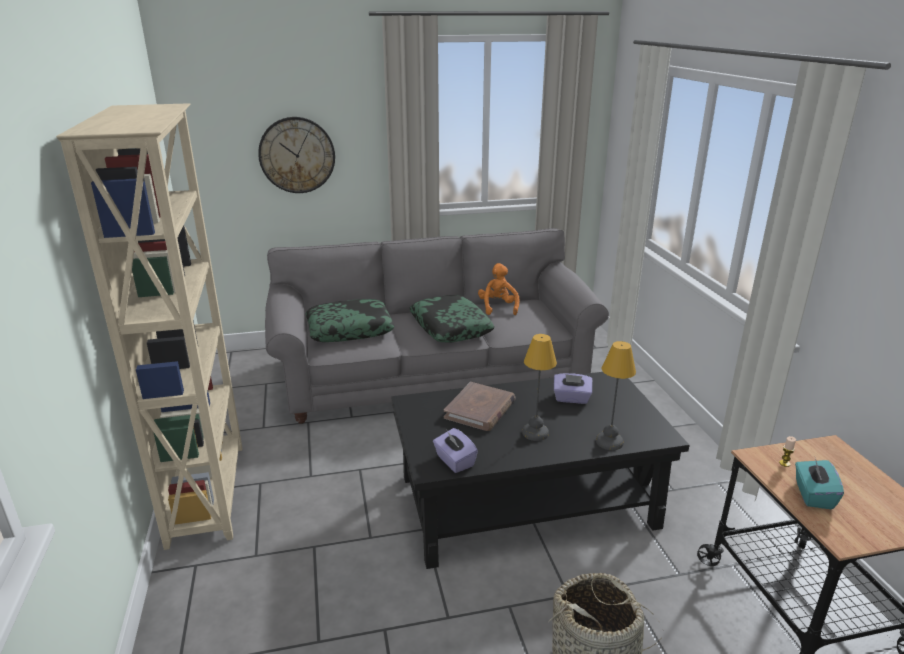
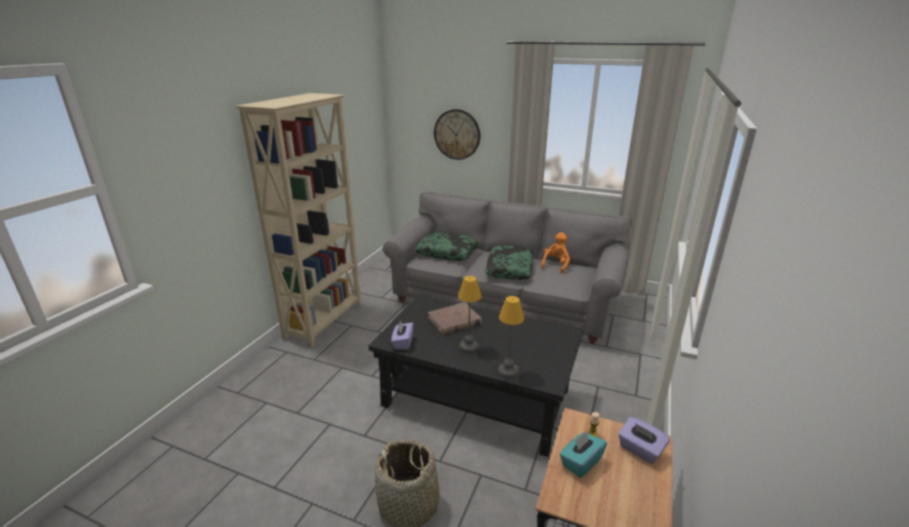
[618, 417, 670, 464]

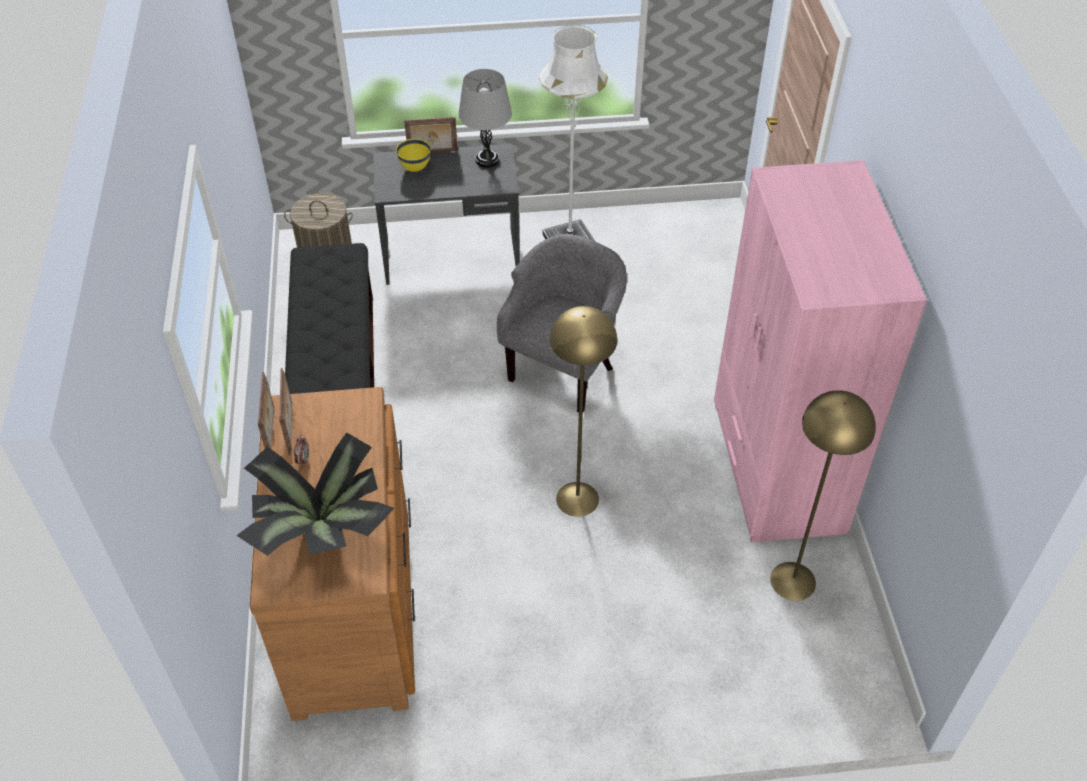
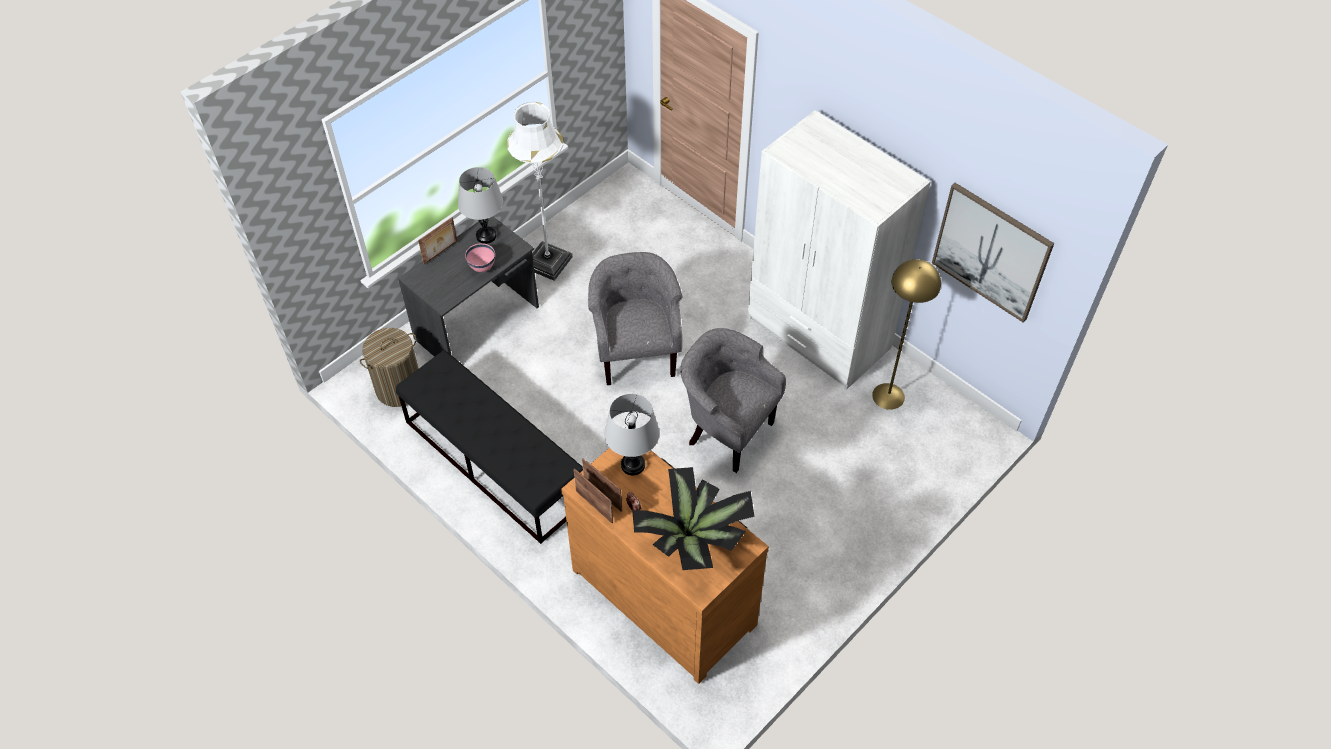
[396, 139, 431, 172] (first image)
[465, 243, 495, 272]
[604, 394, 659, 476]
[932, 183, 1054, 323]
[680, 328, 786, 473]
[748, 110, 931, 390]

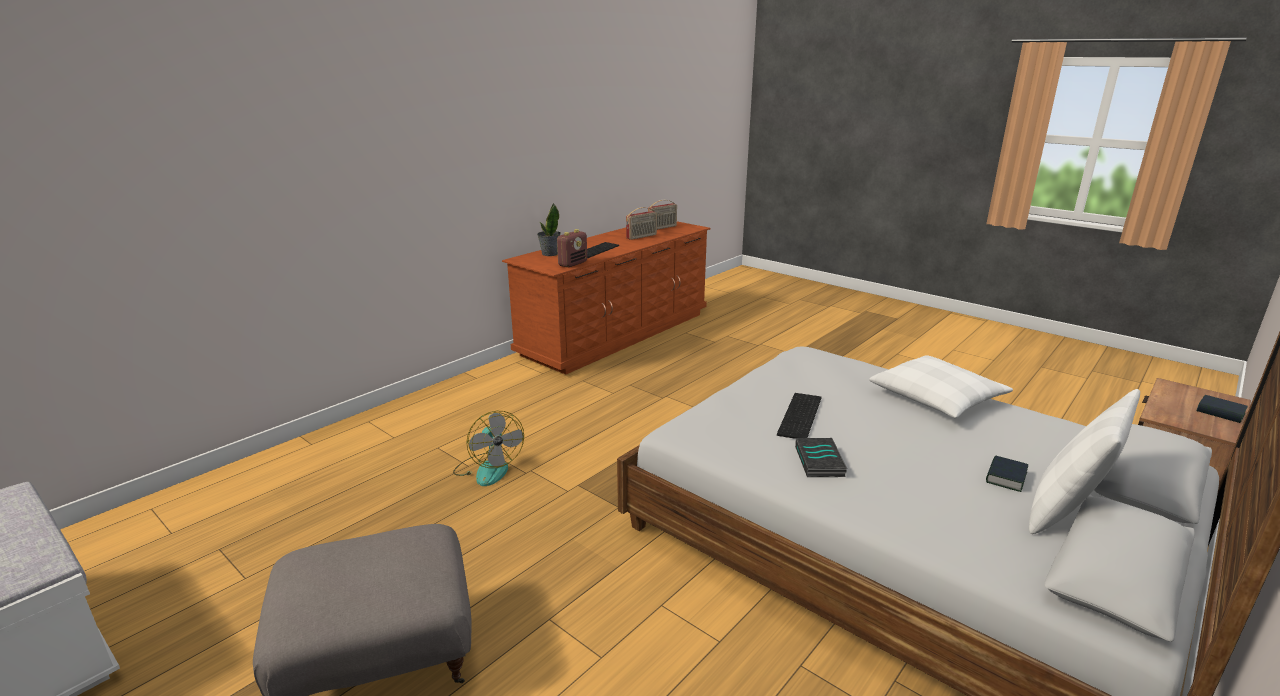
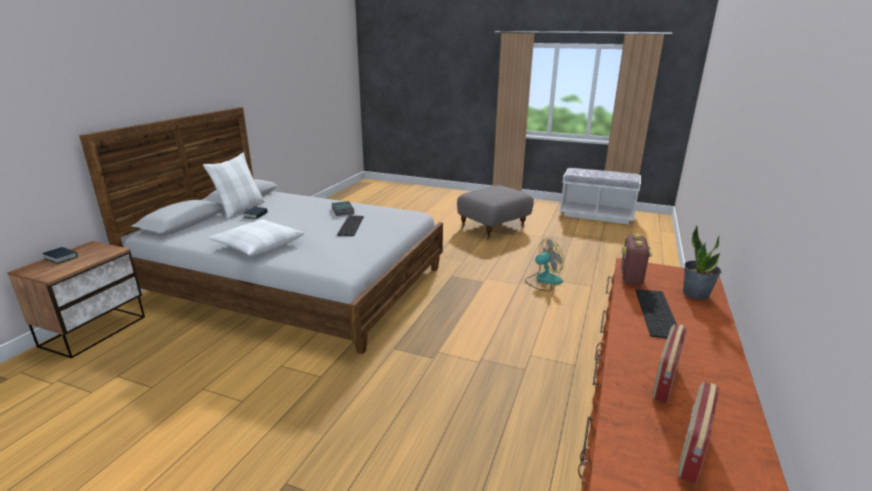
[525, 238, 564, 291]

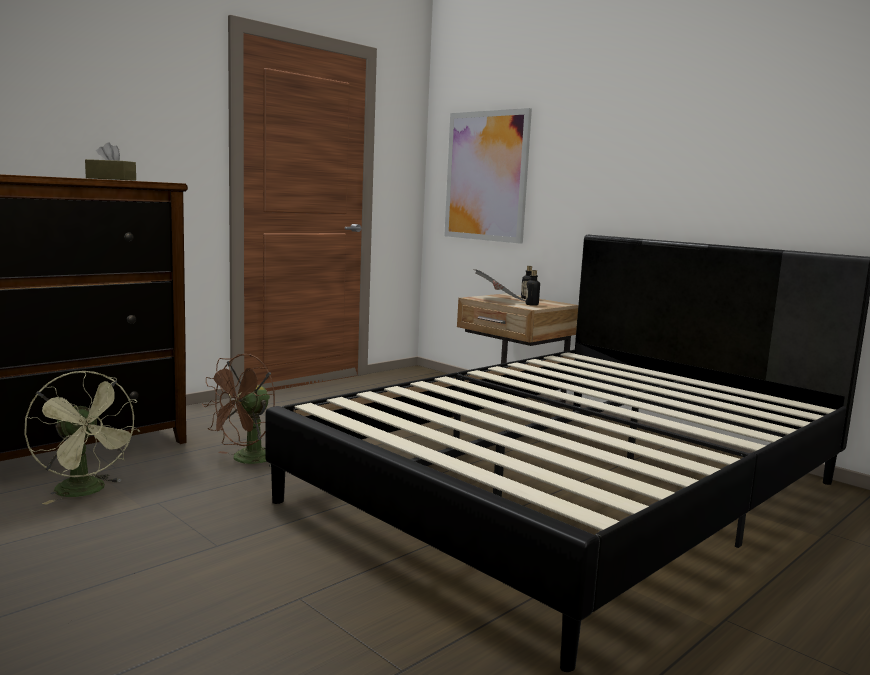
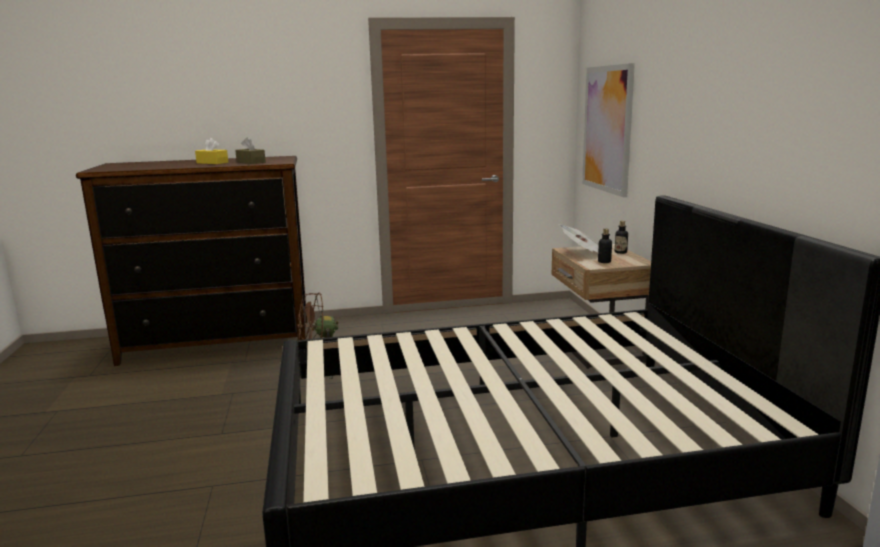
[24, 371, 140, 505] (first image)
[195, 138, 228, 164]

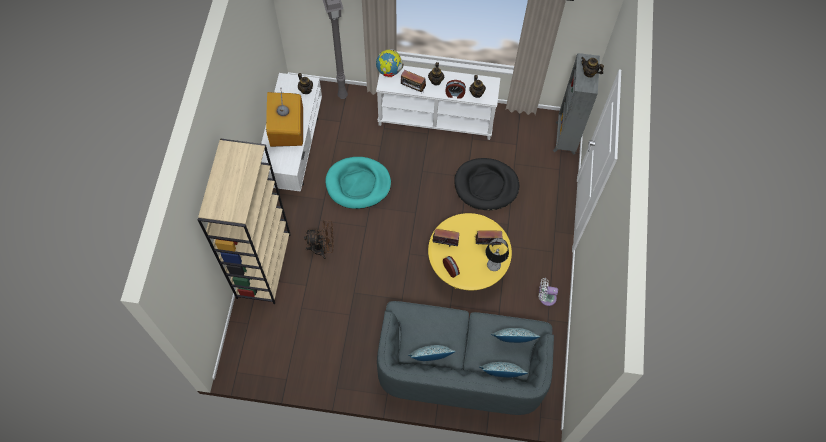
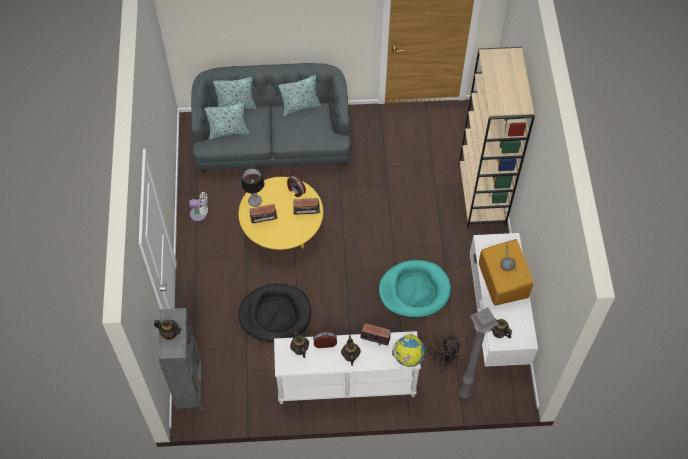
[426, 331, 461, 372]

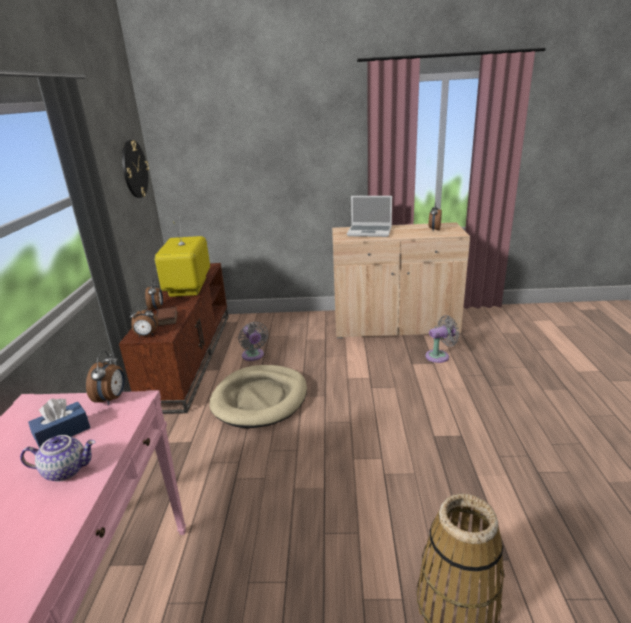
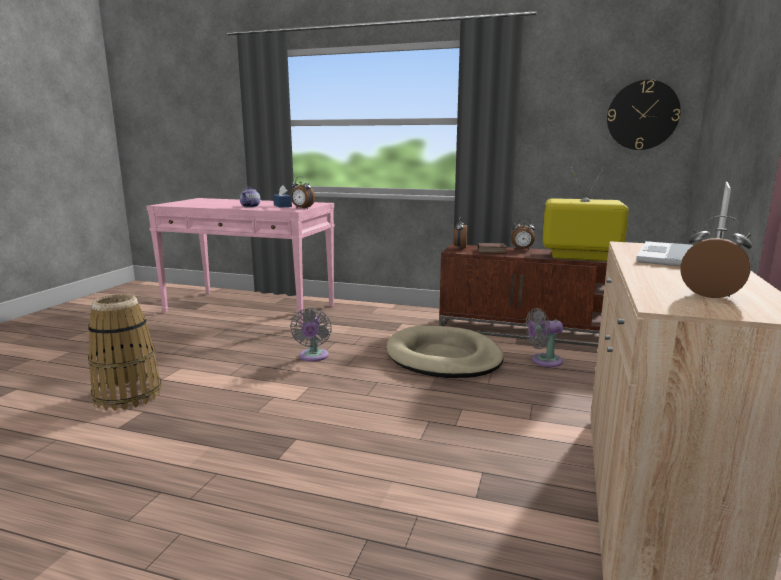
[290, 308, 332, 362]

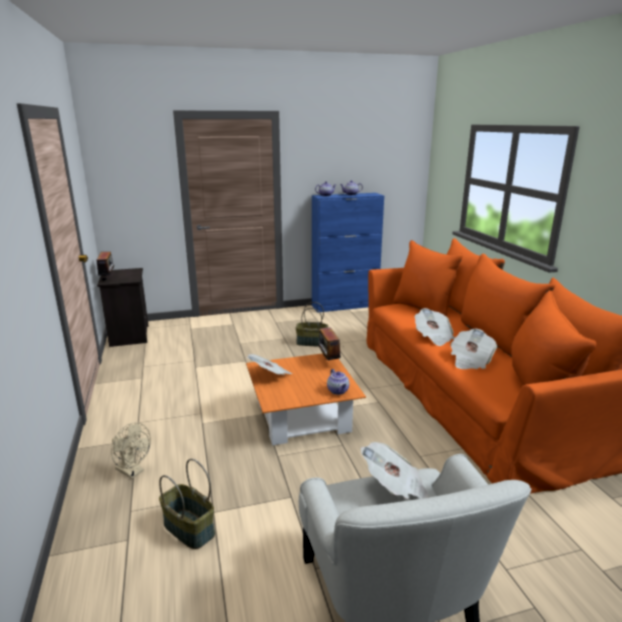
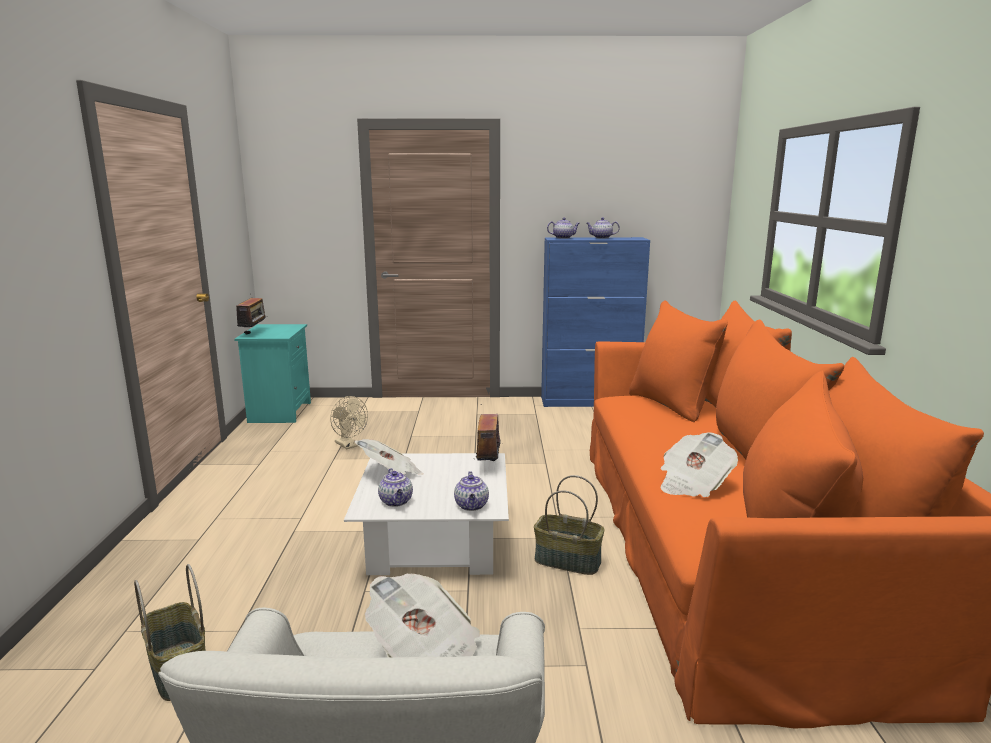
[415, 308, 455, 346] (first image)
[378, 468, 413, 507]
[330, 396, 368, 449]
[534, 475, 605, 575]
[234, 324, 311, 423]
[344, 453, 509, 575]

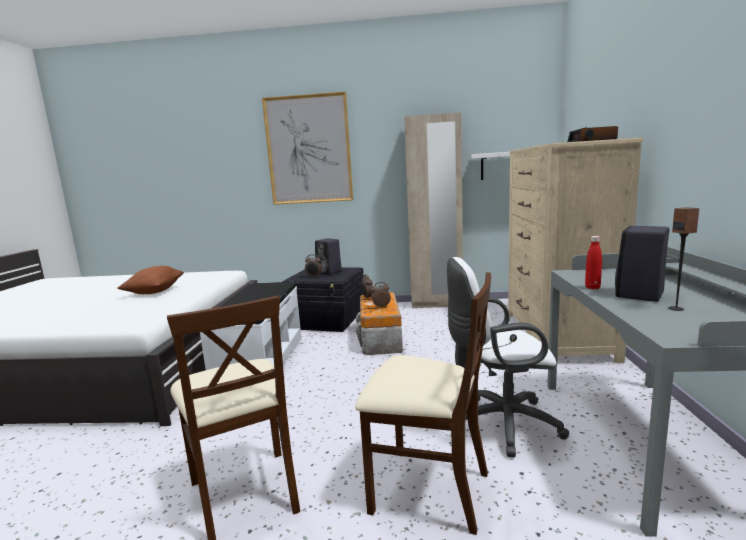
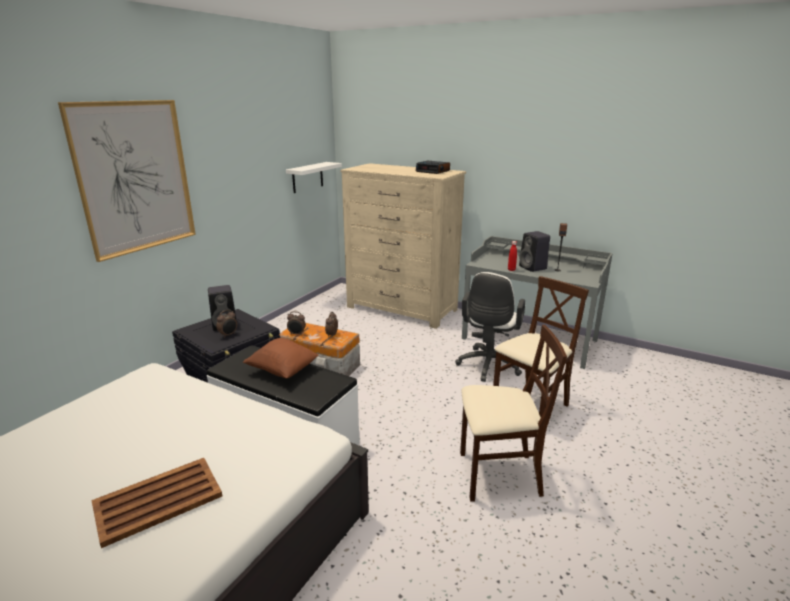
[404, 112, 463, 308] (first image)
[91, 458, 222, 548]
[243, 338, 318, 378]

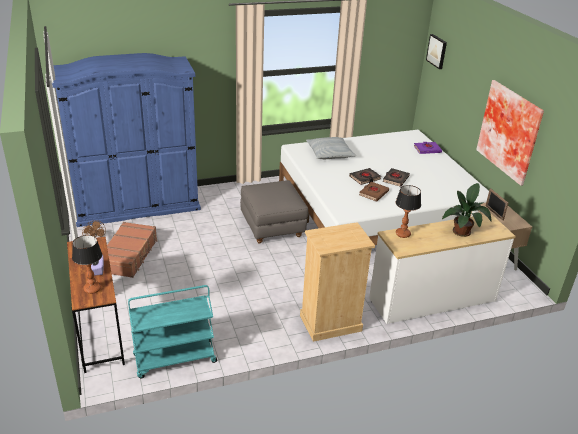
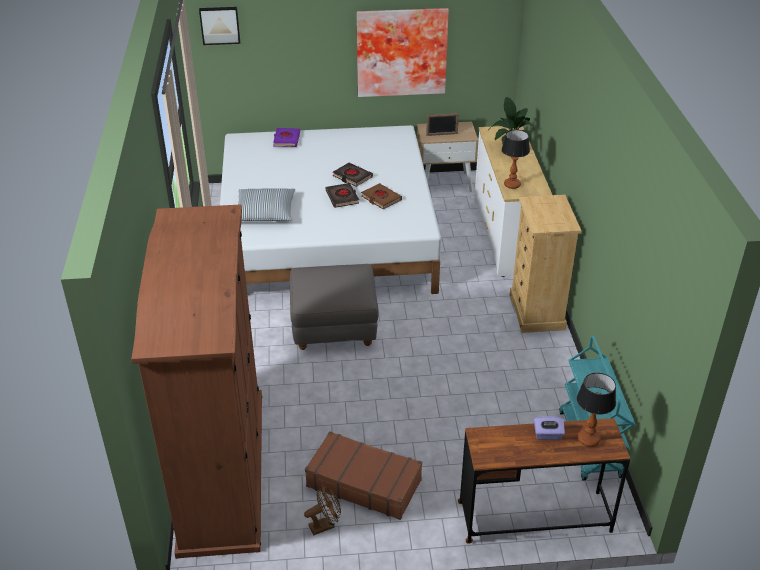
[131, 204, 262, 559]

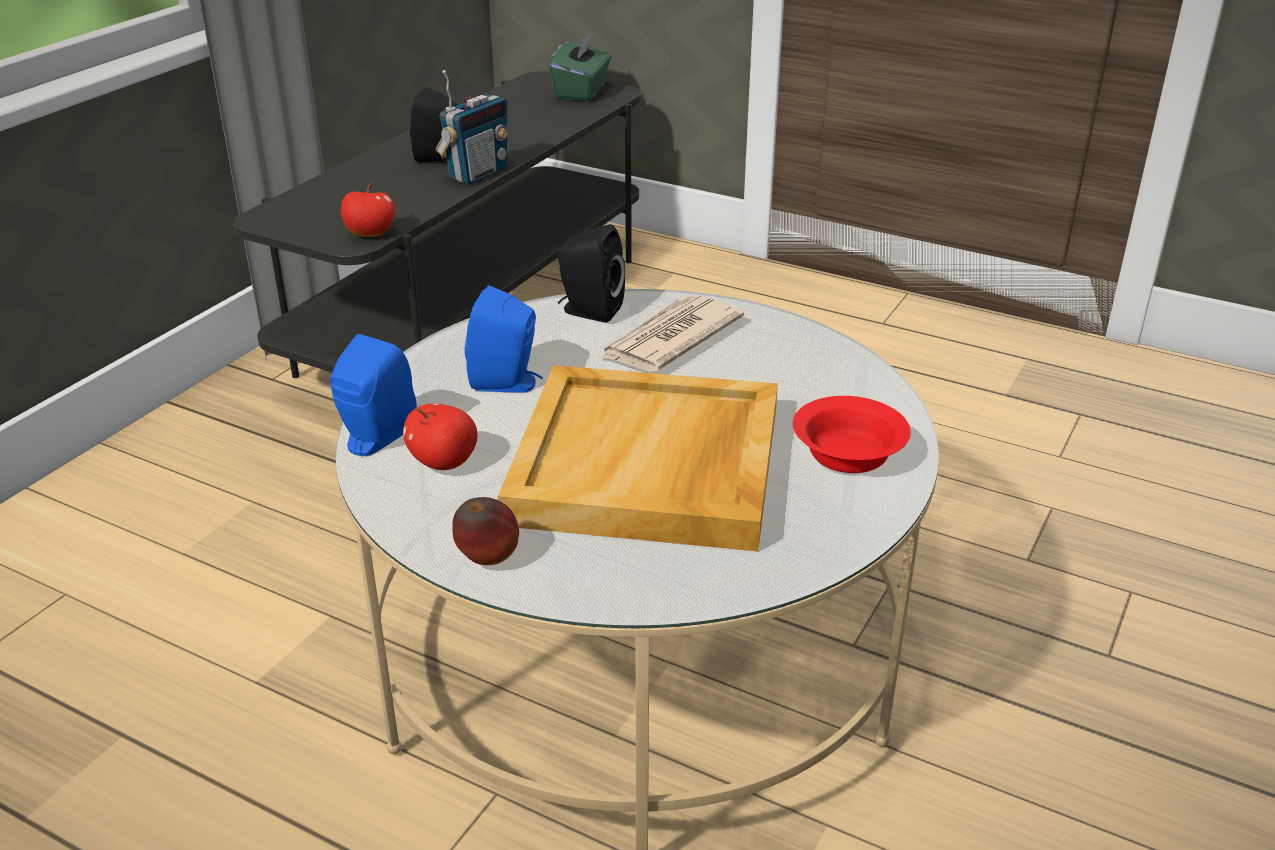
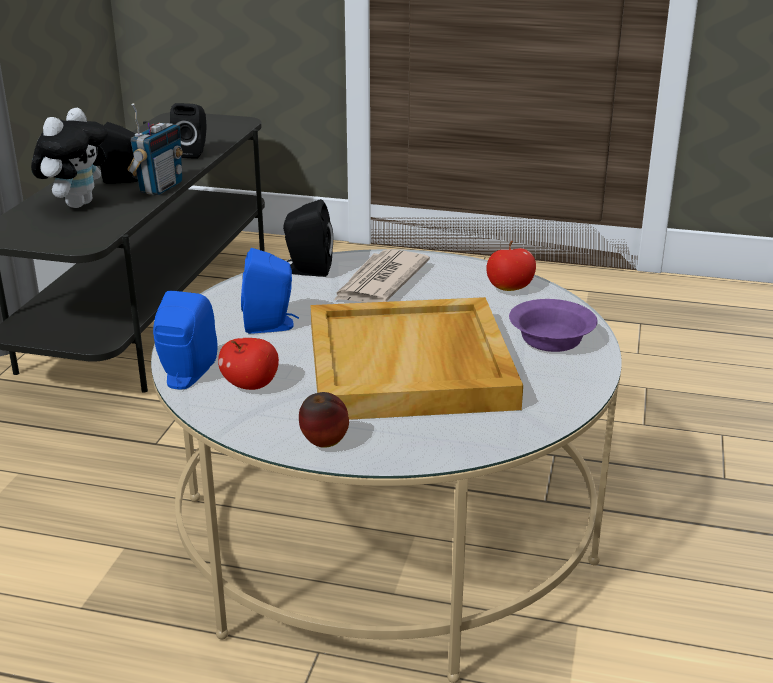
[549, 32, 611, 101] (first image)
[31, 108, 108, 208]
[170, 103, 207, 159]
[486, 241, 536, 291]
[509, 299, 598, 352]

